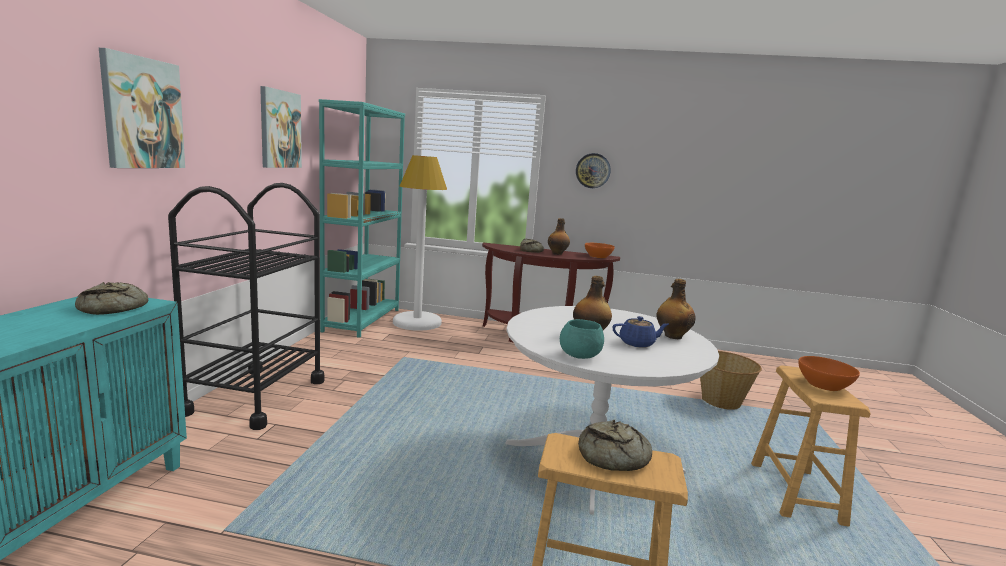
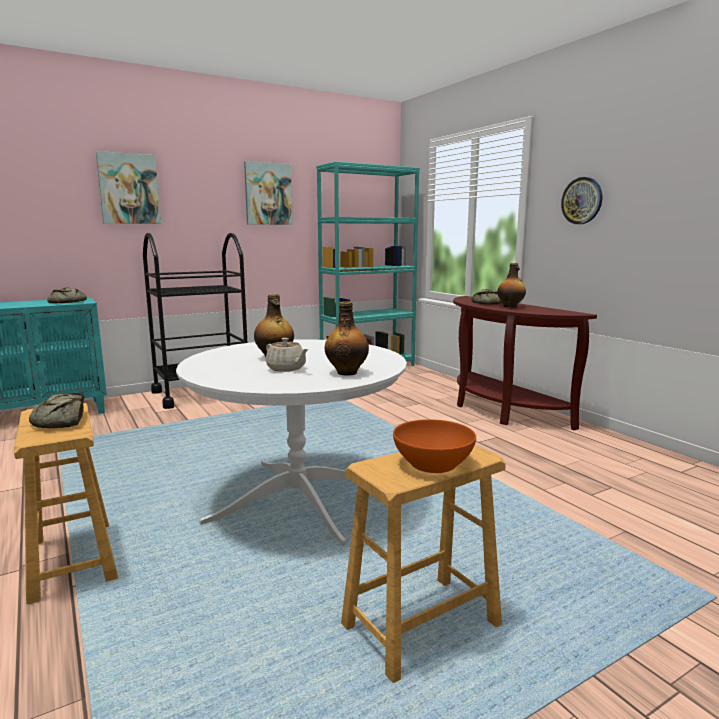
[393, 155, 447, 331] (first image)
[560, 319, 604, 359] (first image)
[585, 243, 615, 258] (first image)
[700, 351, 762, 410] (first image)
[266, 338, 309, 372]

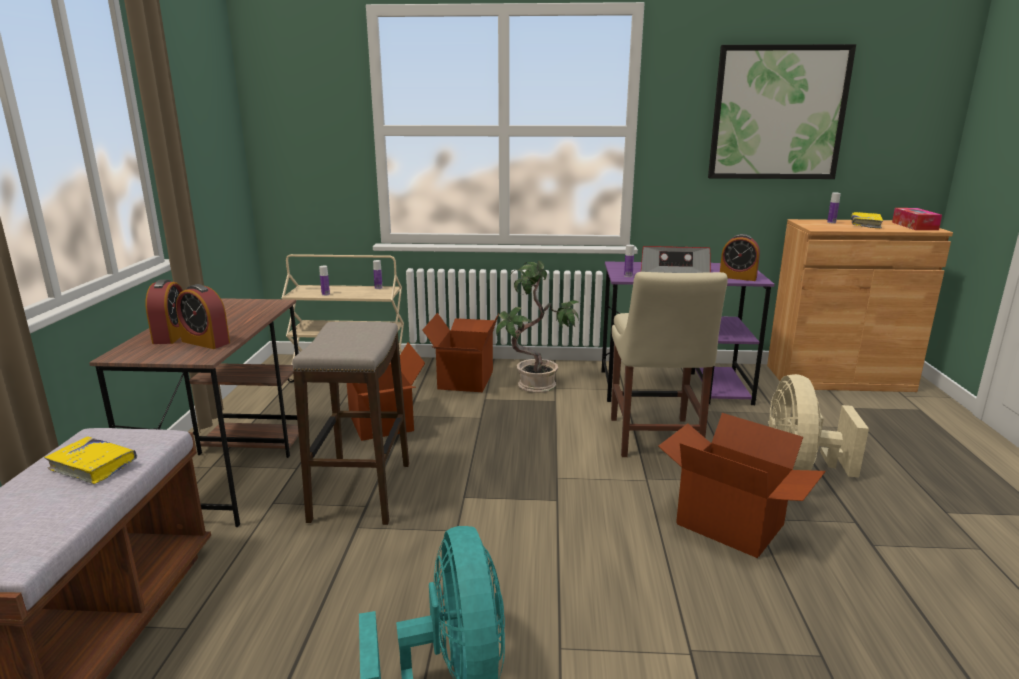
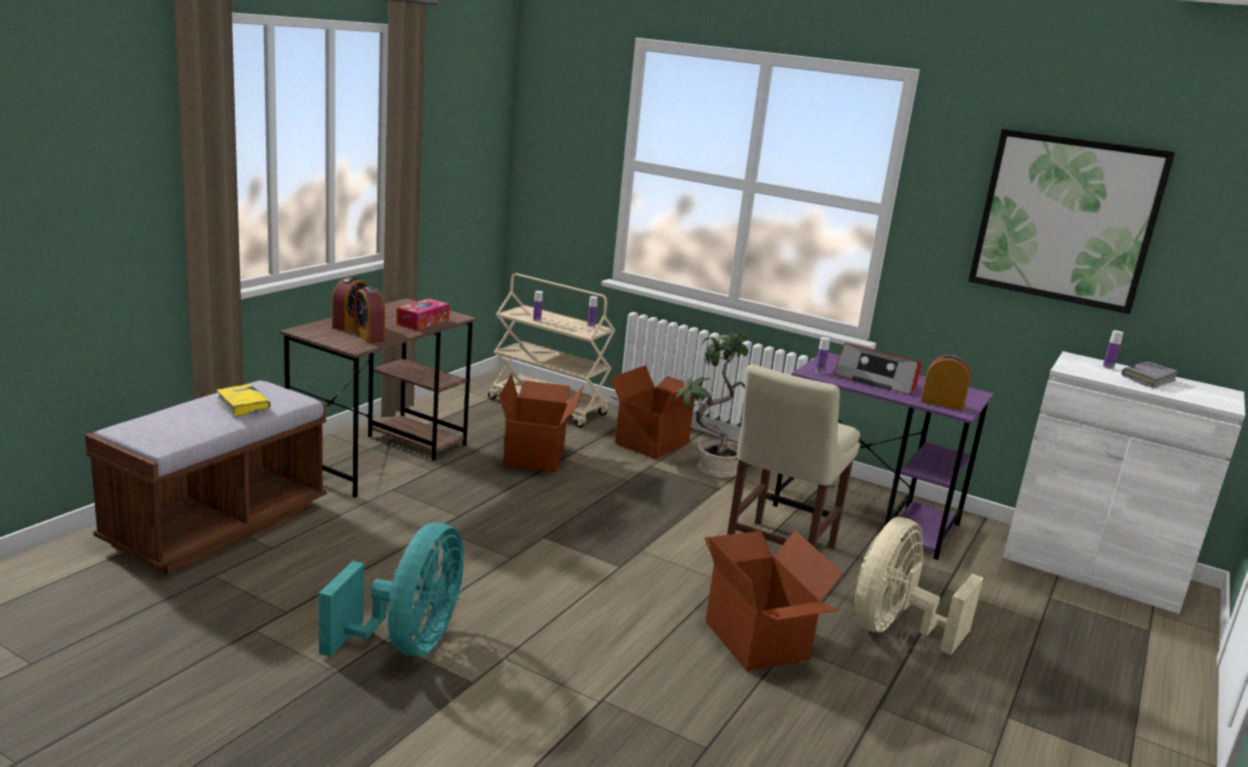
[292, 322, 409, 525] (first image)
[396, 299, 450, 330]
[1003, 351, 1245, 614]
[1121, 361, 1179, 388]
[921, 354, 971, 411]

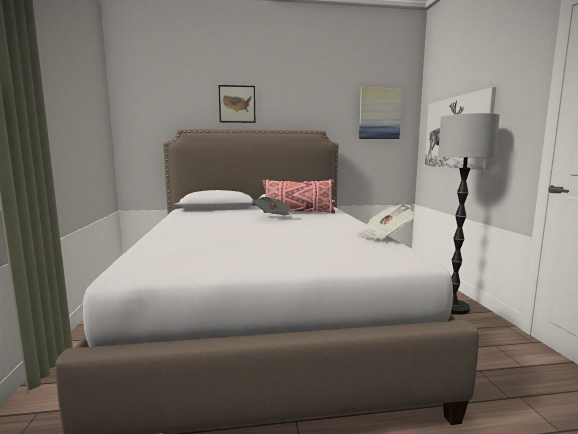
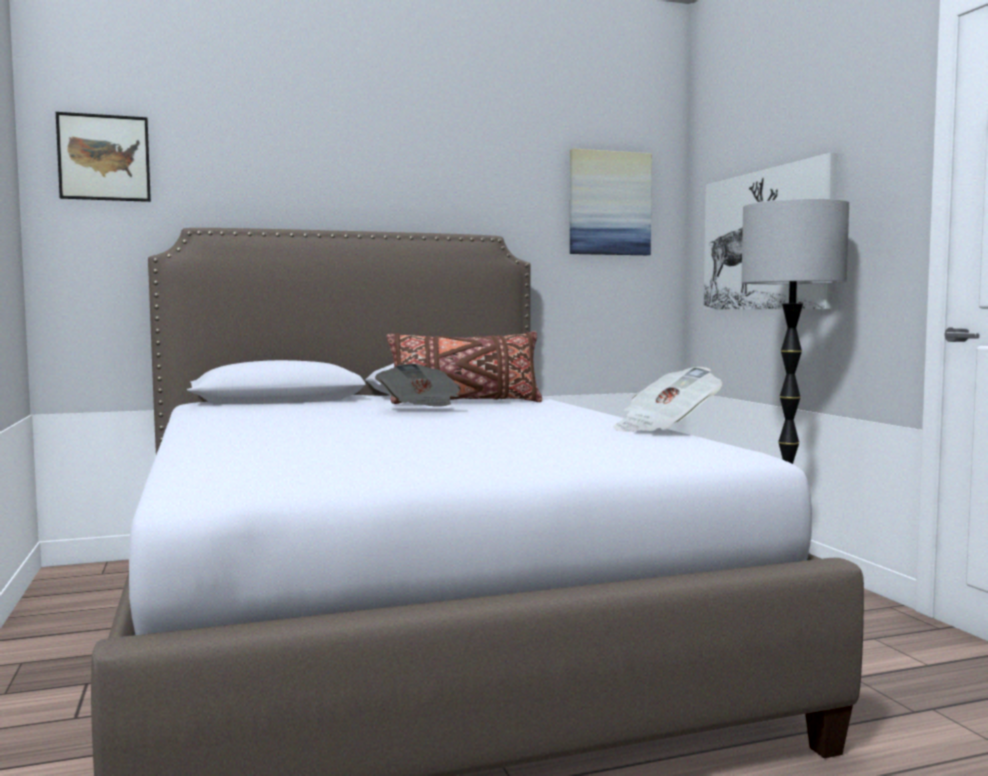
[56, 112, 151, 202]
[386, 331, 542, 404]

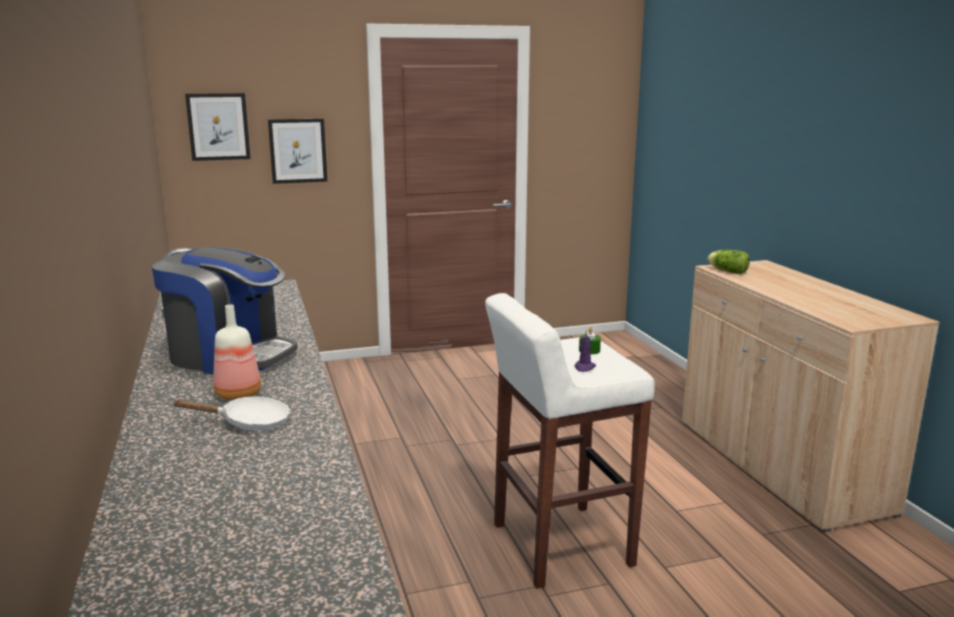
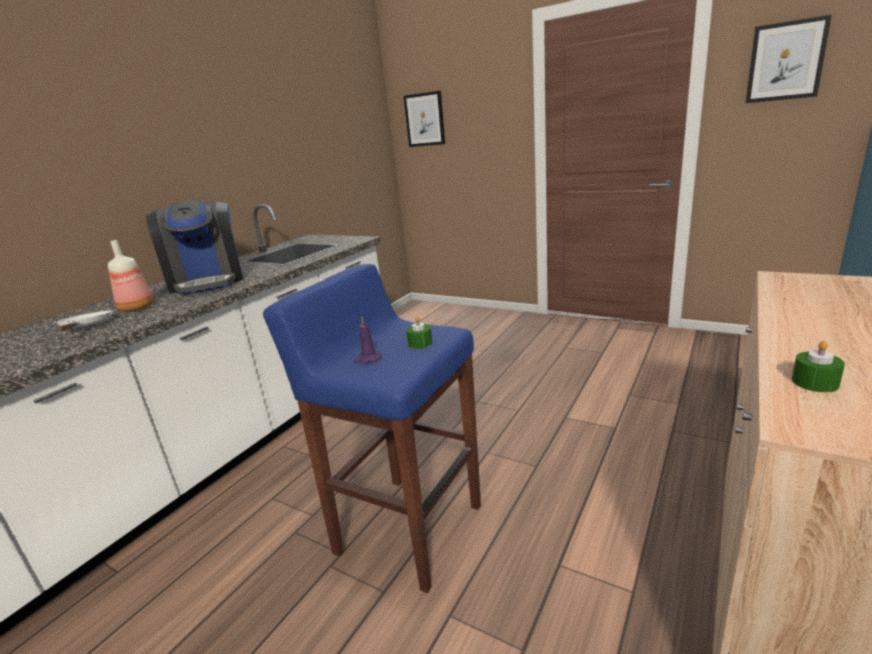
[707, 250, 750, 274] (first image)
[792, 340, 845, 392]
[746, 15, 832, 103]
[263, 264, 481, 593]
[56, 310, 112, 331]

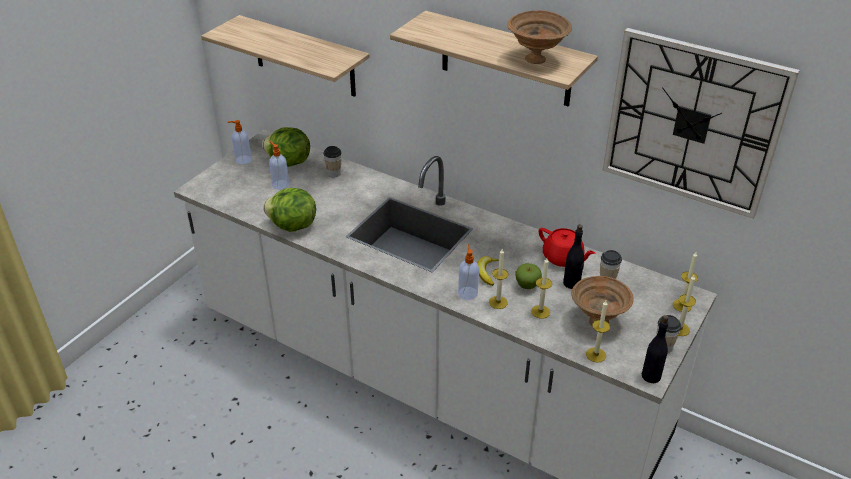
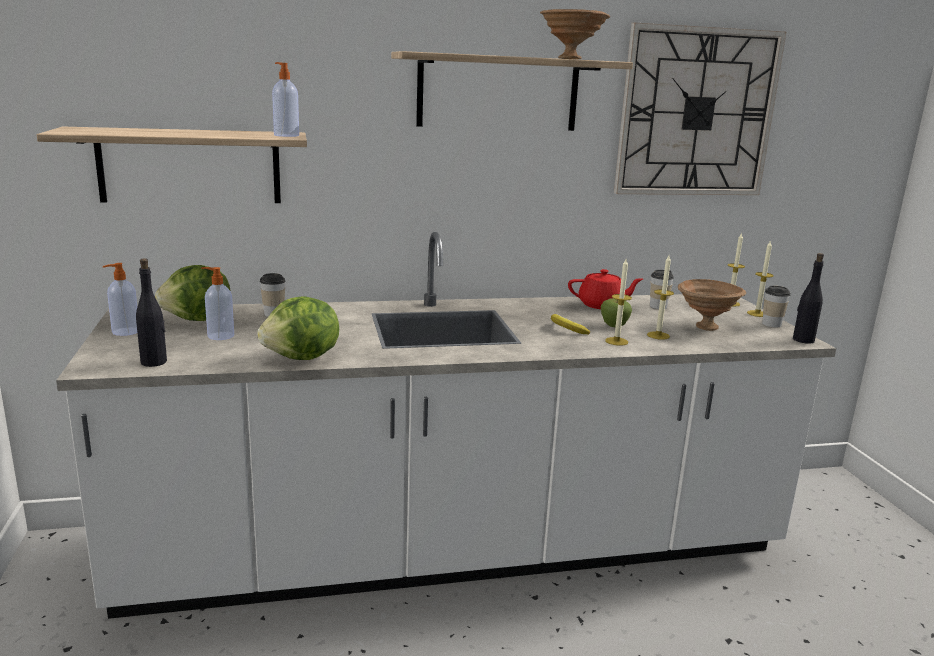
[586, 300, 610, 363] (first image)
[272, 62, 299, 137]
[136, 258, 167, 367]

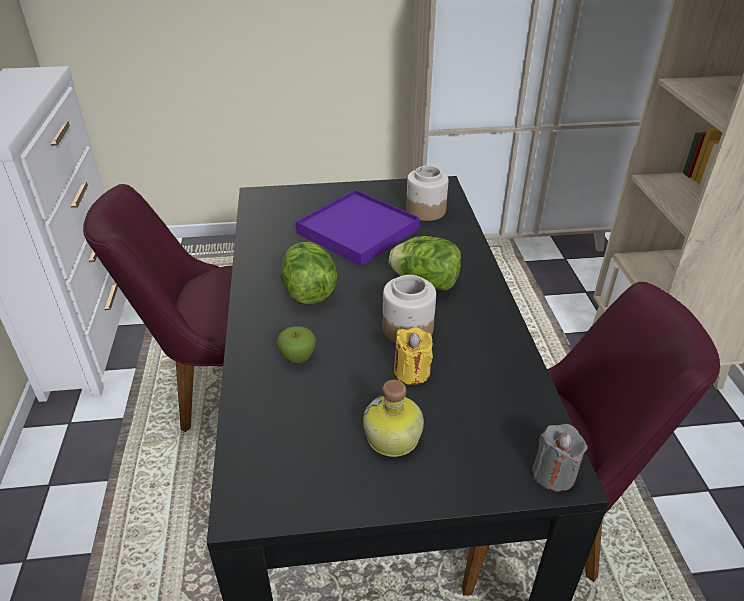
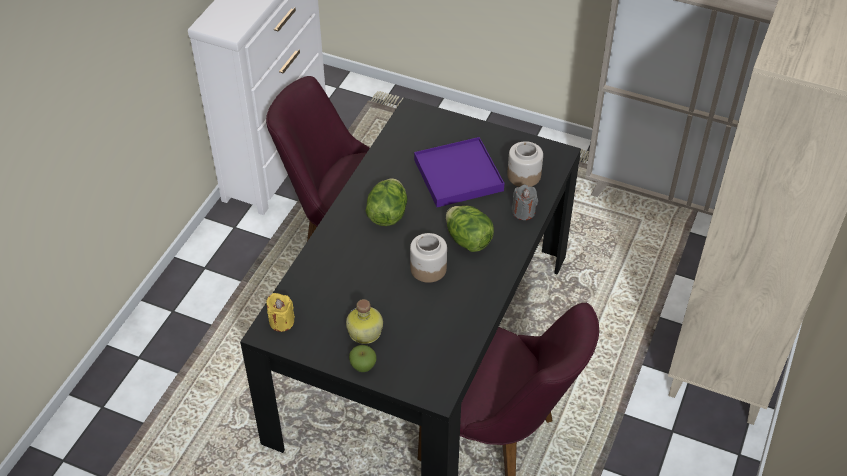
[349, 345, 377, 372]
[266, 293, 295, 332]
[512, 185, 538, 220]

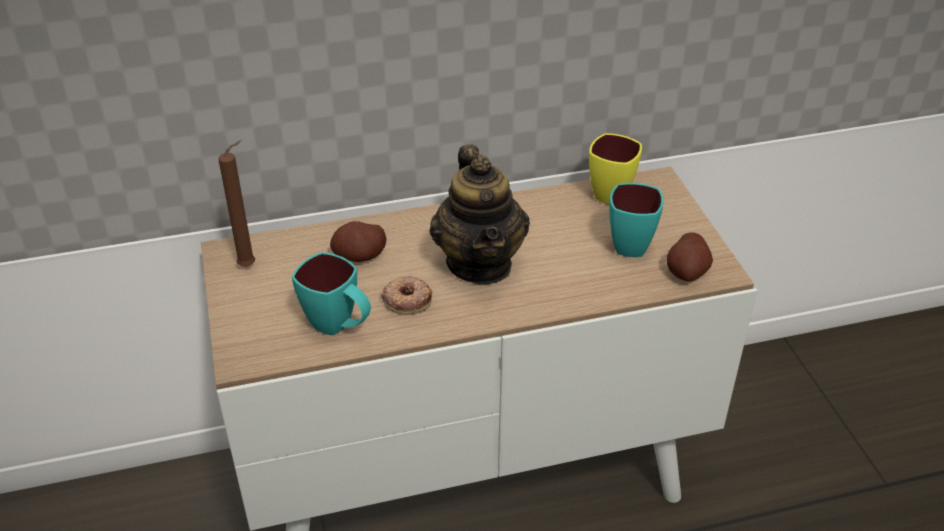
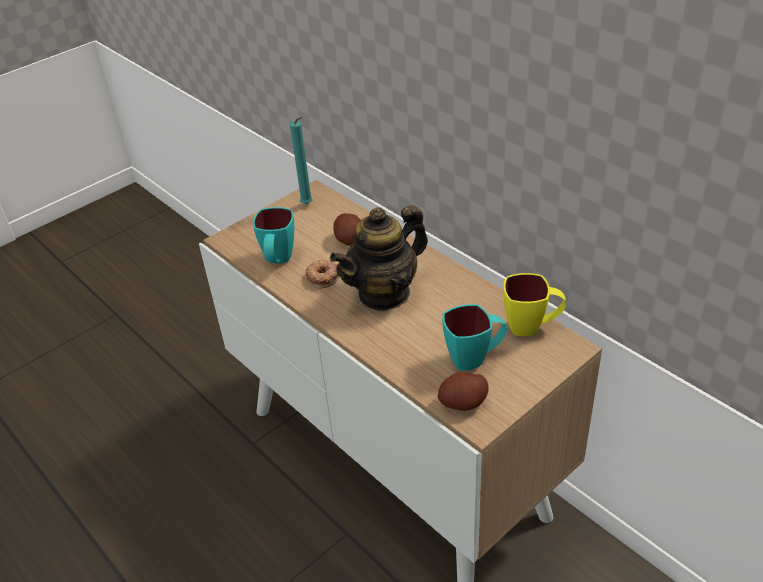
[290, 117, 312, 204]

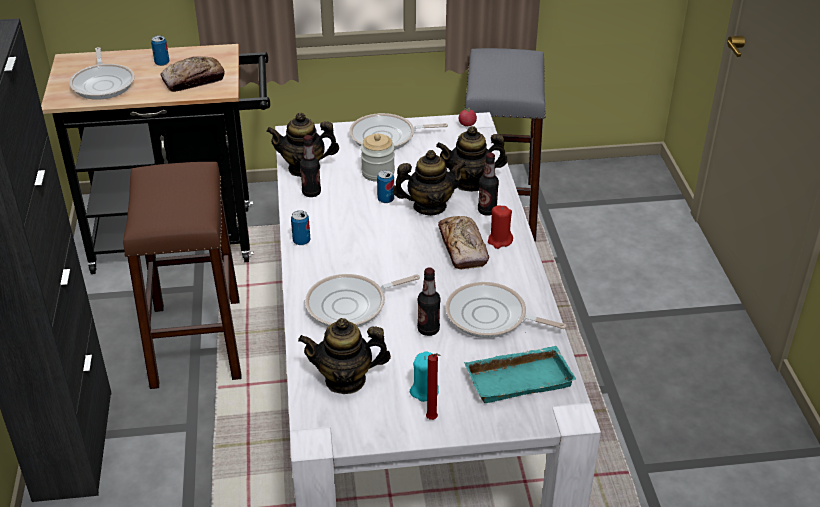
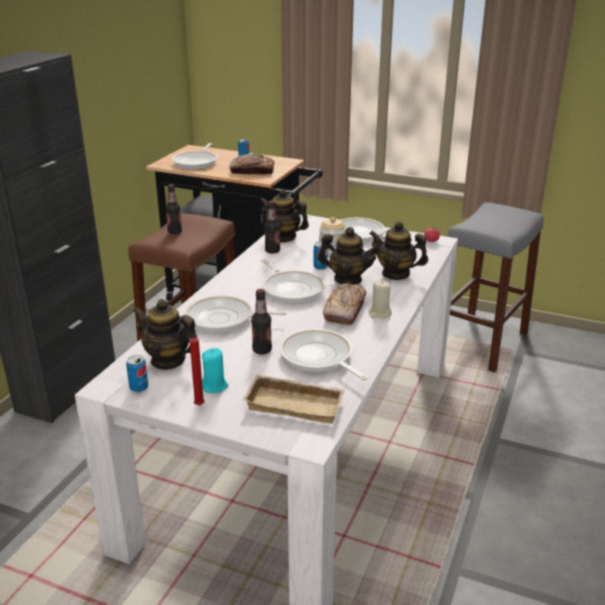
[261, 259, 325, 303]
[126, 355, 148, 392]
[166, 184, 182, 234]
[243, 375, 345, 424]
[369, 280, 392, 318]

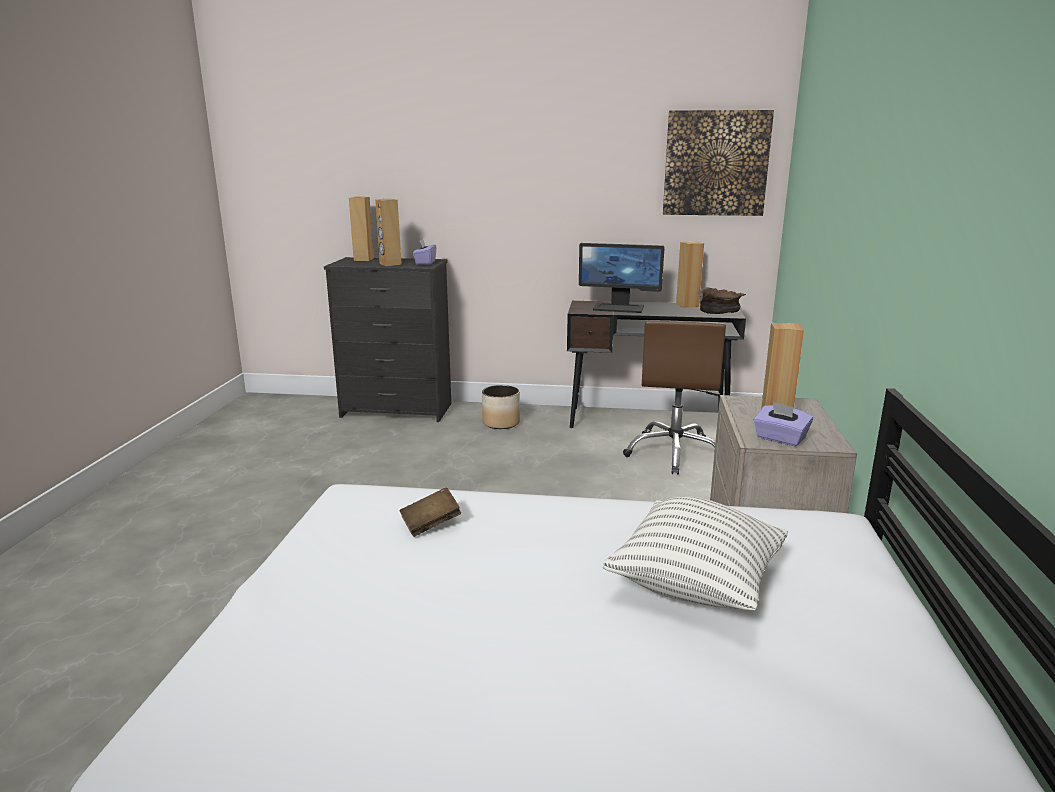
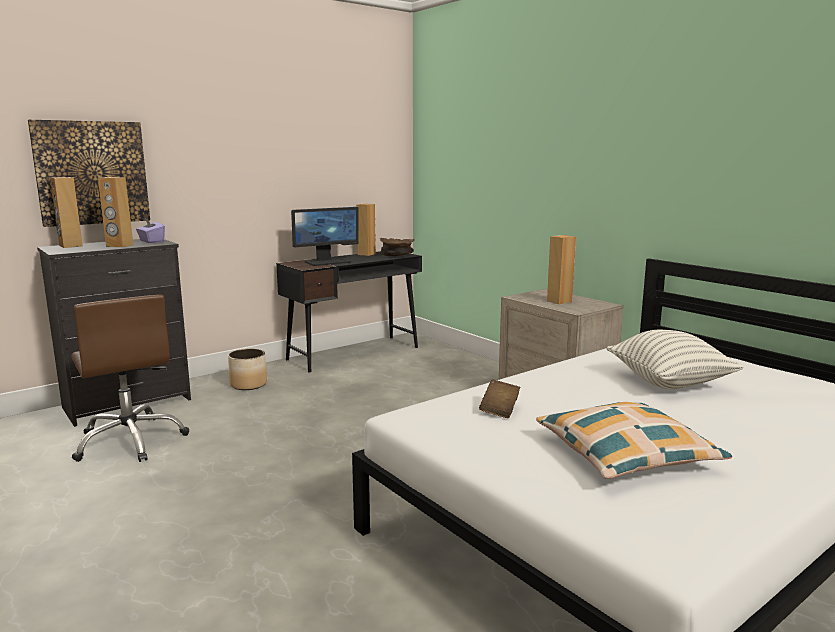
[754, 402, 813, 446] (first image)
[536, 402, 732, 479]
[71, 295, 189, 462]
[28, 120, 150, 227]

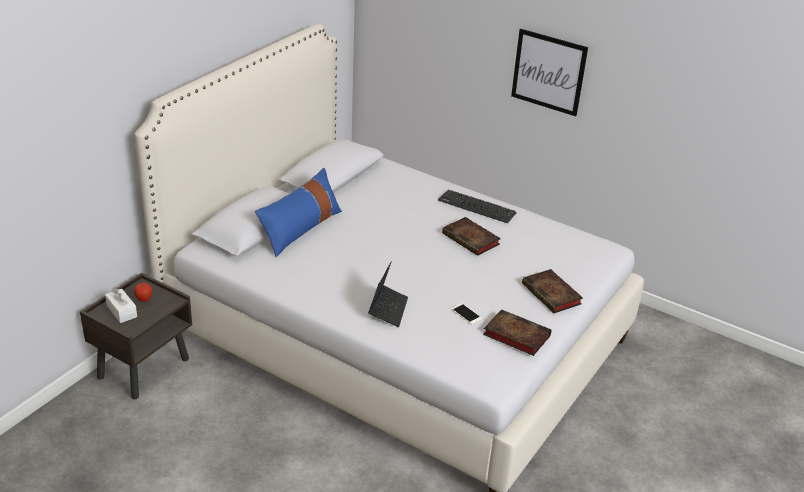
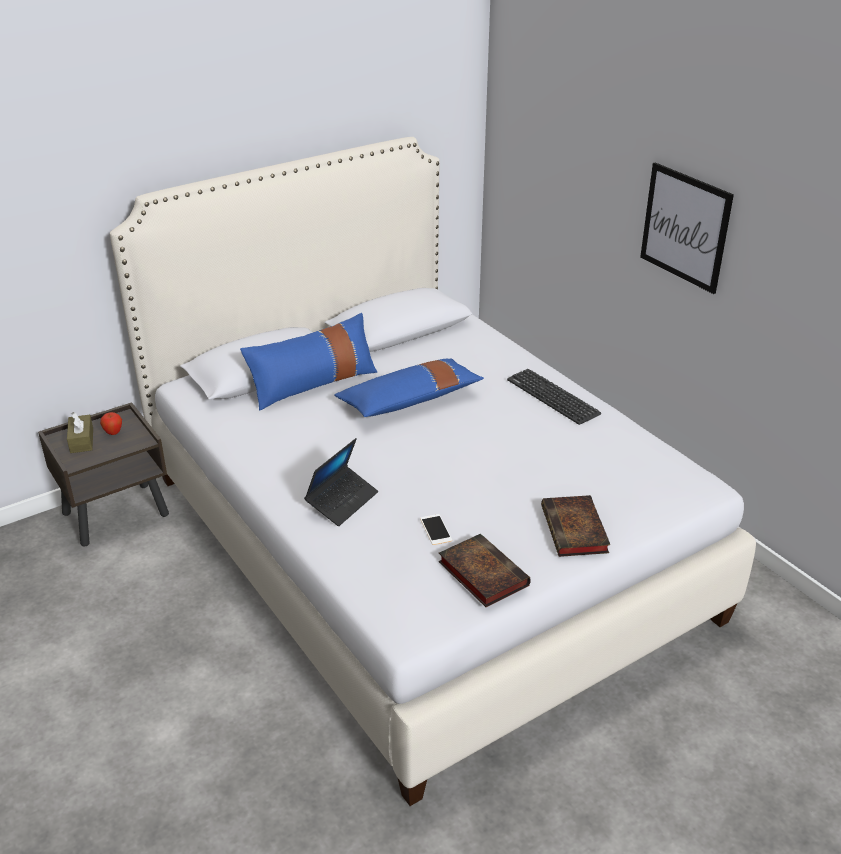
[442, 217, 501, 256] (first image)
[334, 359, 484, 417]
[67, 412, 93, 453]

